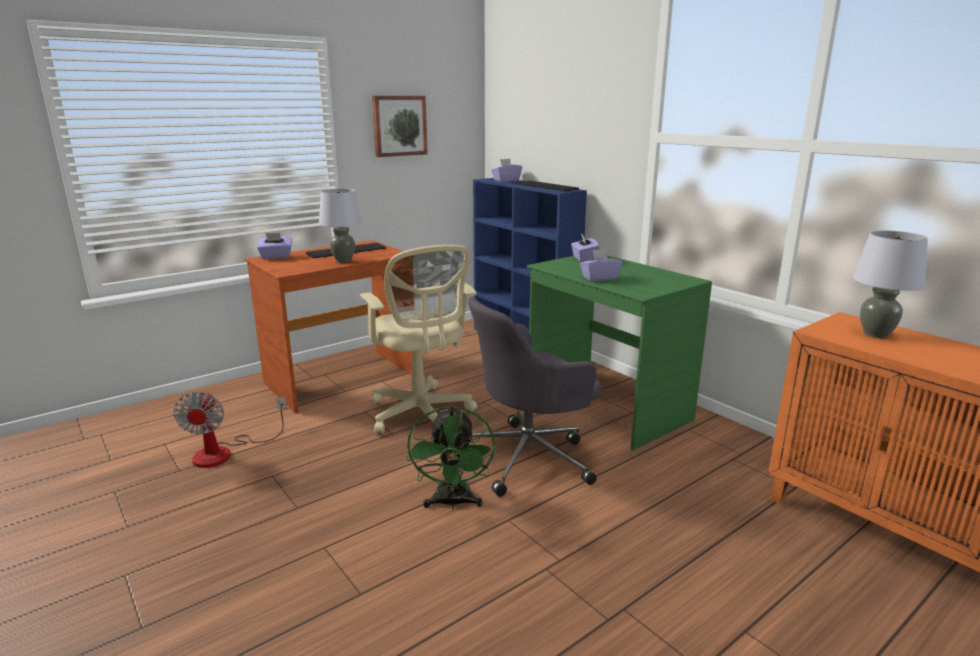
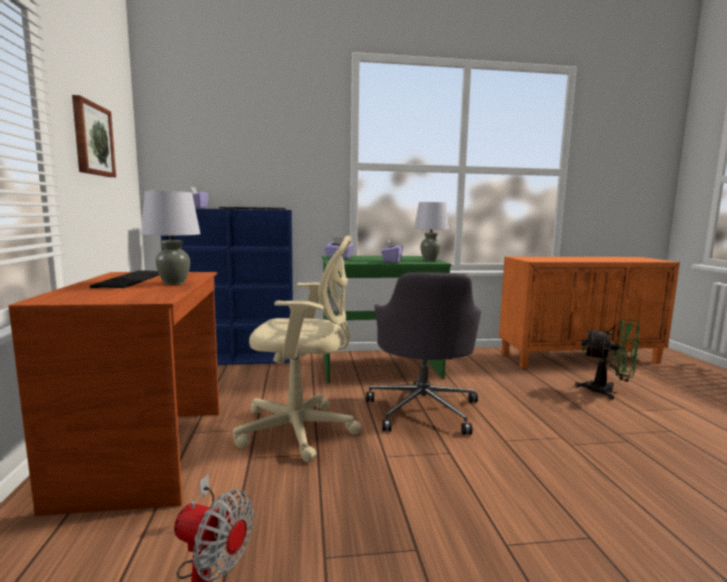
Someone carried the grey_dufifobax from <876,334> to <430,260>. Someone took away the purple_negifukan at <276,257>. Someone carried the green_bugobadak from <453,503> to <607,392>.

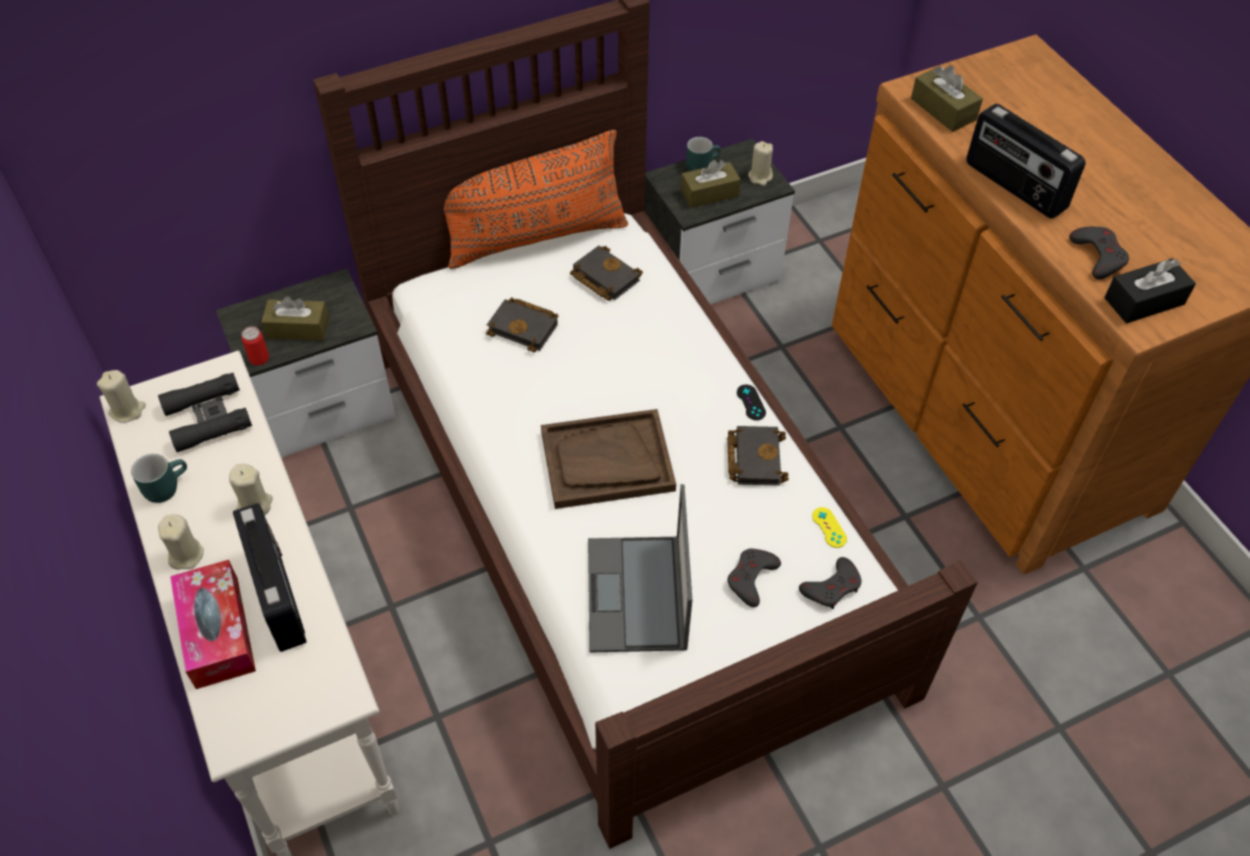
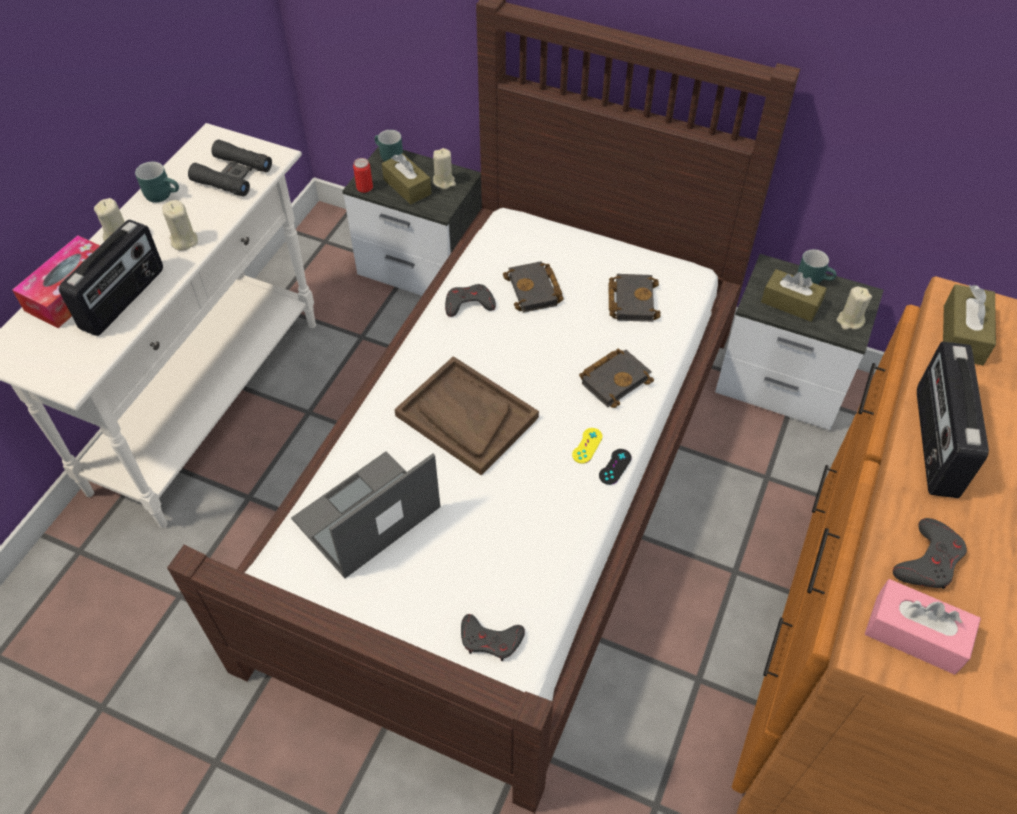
Someone took away the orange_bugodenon at <536,238>. Someone repainted the black_negifukan at <1144,301>, which became the pink_negifukan at <915,634>. Someone carried the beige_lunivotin from <127,410> to <444,181>. Someone carried the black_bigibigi from <754,458> to <615,379>. Someone carried the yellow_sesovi from <829,527> to <587,445>. Someone carried the grey_sesovi from <751,578> to <469,304>. Someone put down the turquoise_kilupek at <388,157>.

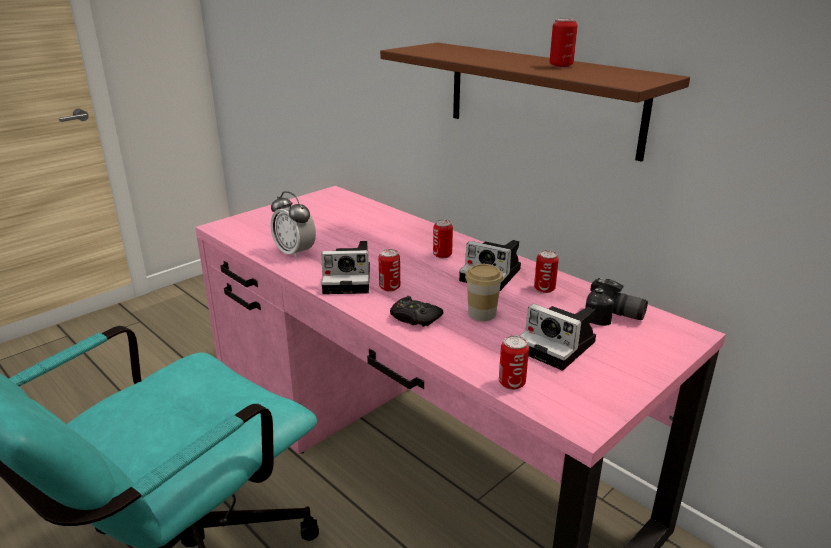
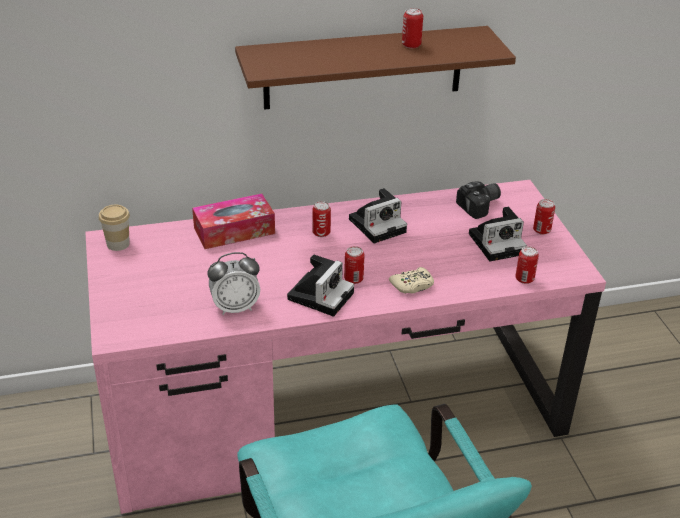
Someone carried the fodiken from <544,289> to <541,230>. Someone carried the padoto from <482,314> to <118,244>. Someone repainted the black_sesovi at <414,318>, which became the beige_sesovi at <412,285>. Someone put down the negifukan at <234,231>.

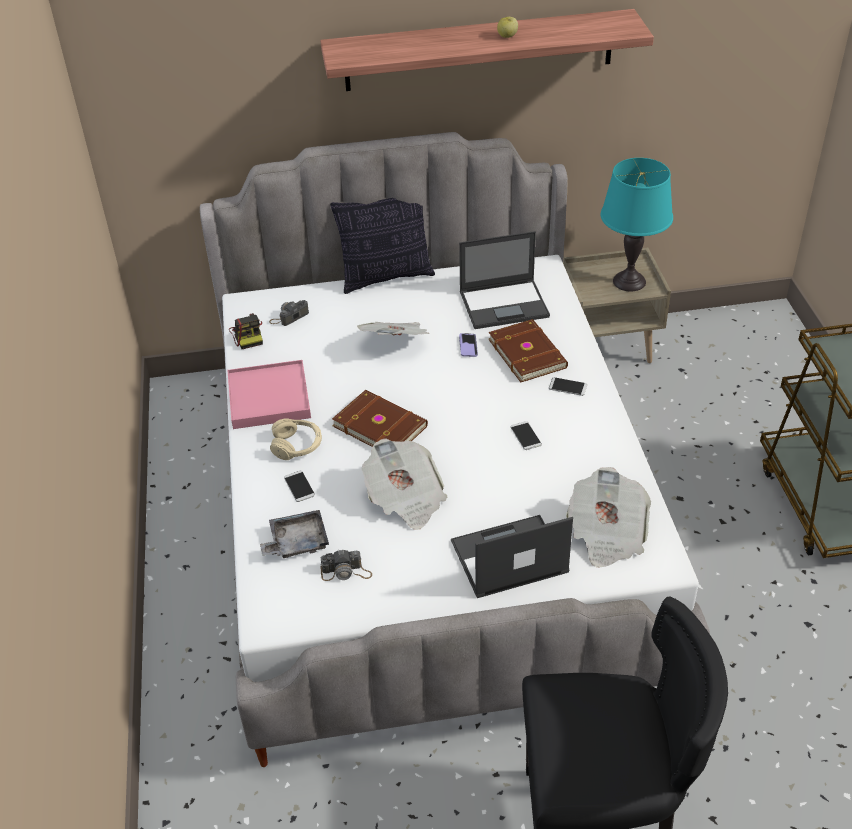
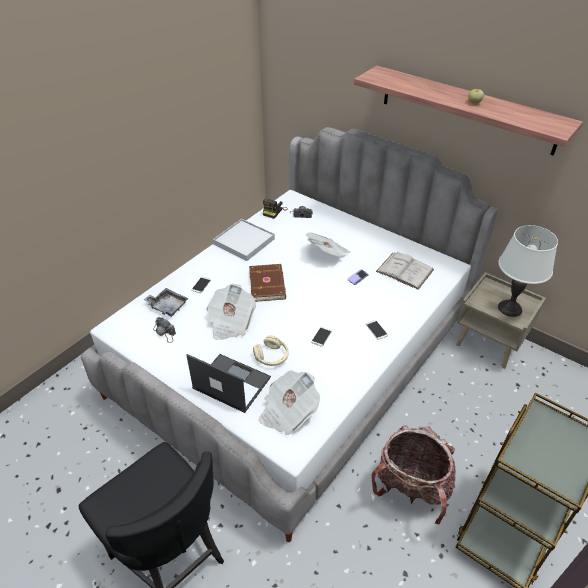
Someone repainted the turquoise_dufifobax at <629,281>, which became the white_dufifobax at <510,308>. Someone took away the bugodenon at <386,277>. Someone swapped the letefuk at <505,304> for the white_bigibigi at <404,270>. Someone took away the brown_bigibigi at <528,353>. Someone repainted the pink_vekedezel at <269,398>, which became the white_vekedezel at <244,242>. Someone carried the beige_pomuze from <297,445> to <271,356>. Someone put down the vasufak at <411,488>.

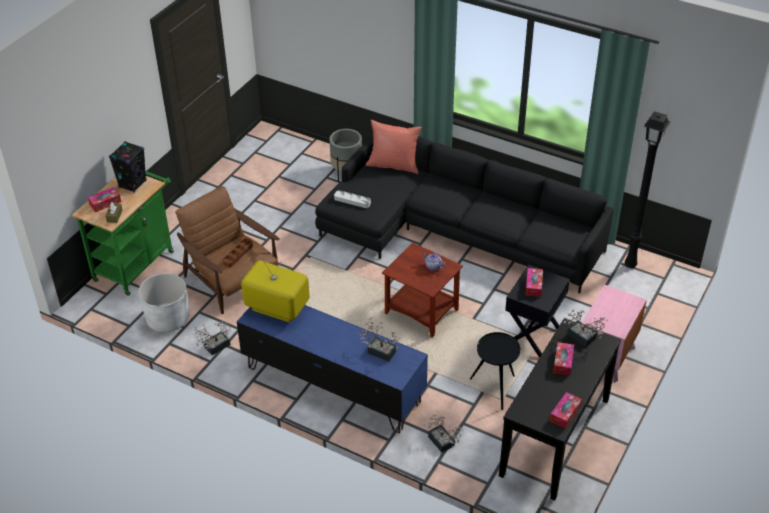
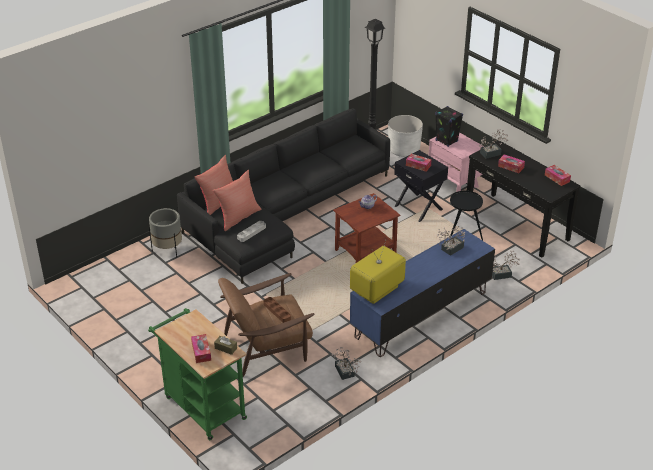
Someone carried the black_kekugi from <132,184> to <446,141>. Someone carried the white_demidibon from <168,319> to <404,150>. Someone put down the red_bugodenon at <238,217>.

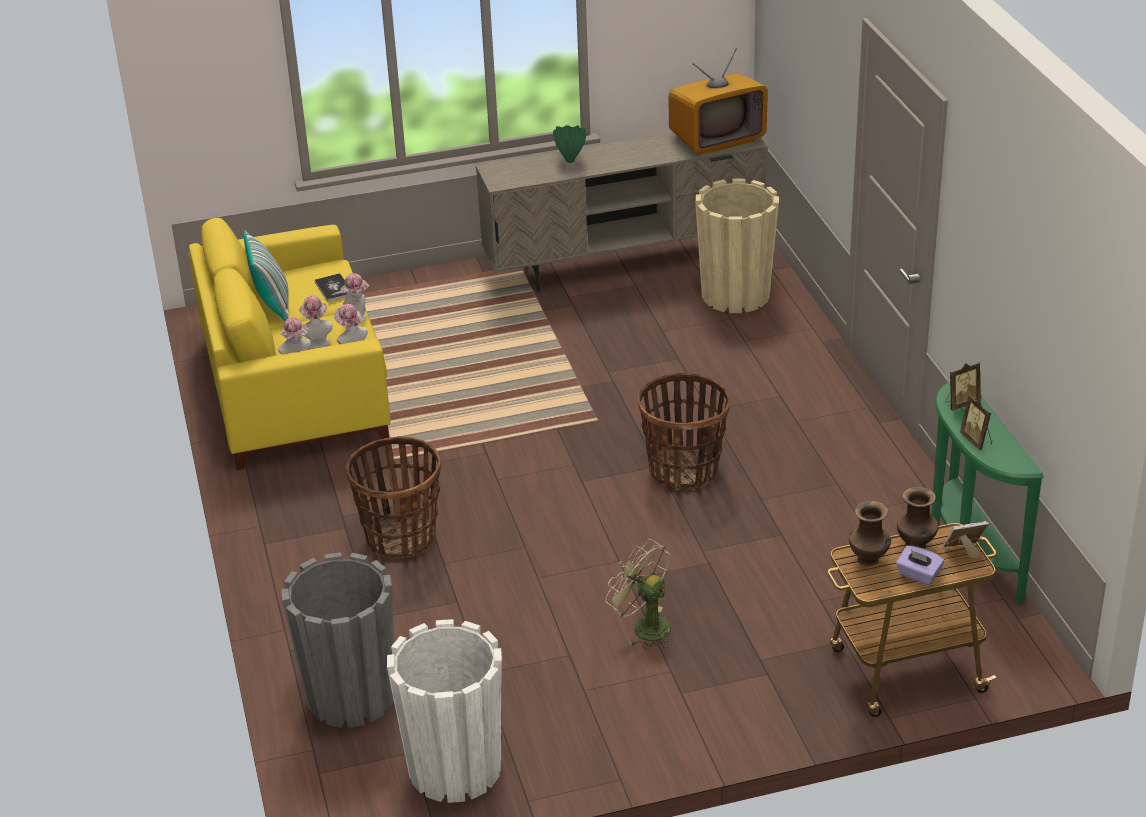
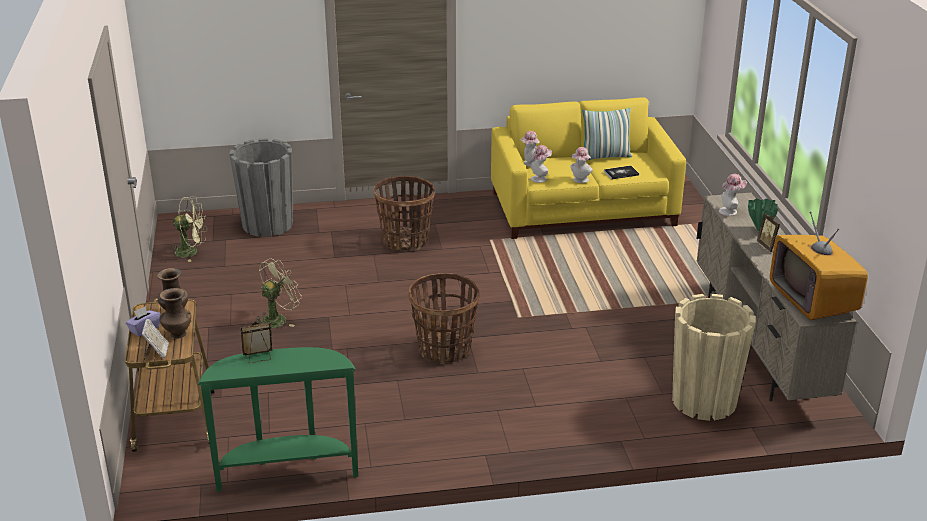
Someone carried the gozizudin from <317,341> to <730,211>. Someone carried the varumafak from <961,403> to <768,246>. Someone swapped the white_demidibon at <455,769> for the green_bugobadak at <192,252>.

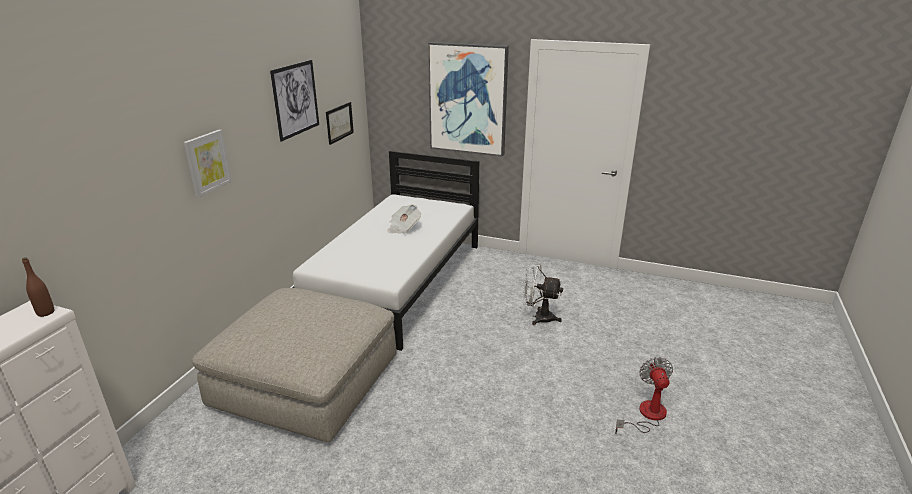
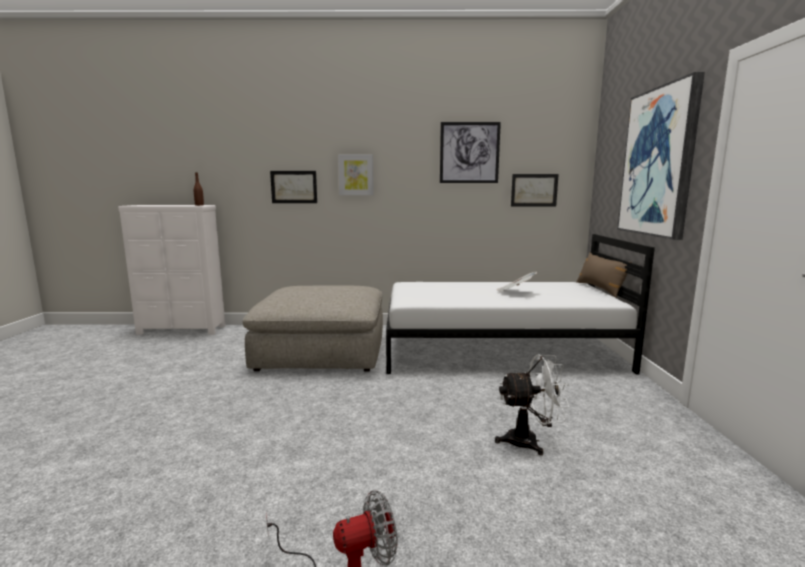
Someone rotated the white_bugobadak at <538,317> by 90 degrees clockwise. Someone put up the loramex at <294,187>. Someone put down the brown_bugodenon at <600,289>.

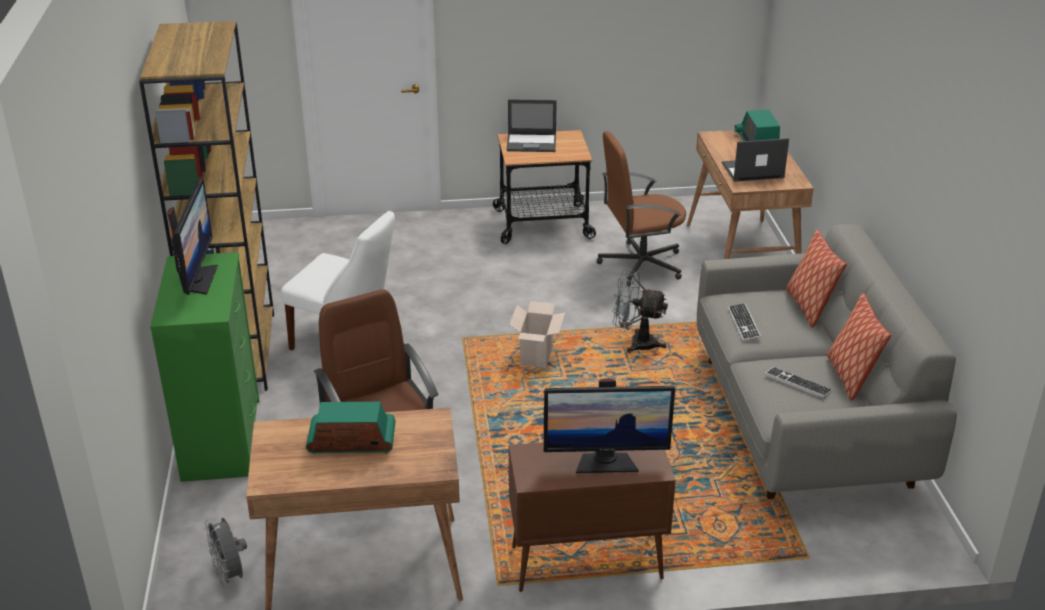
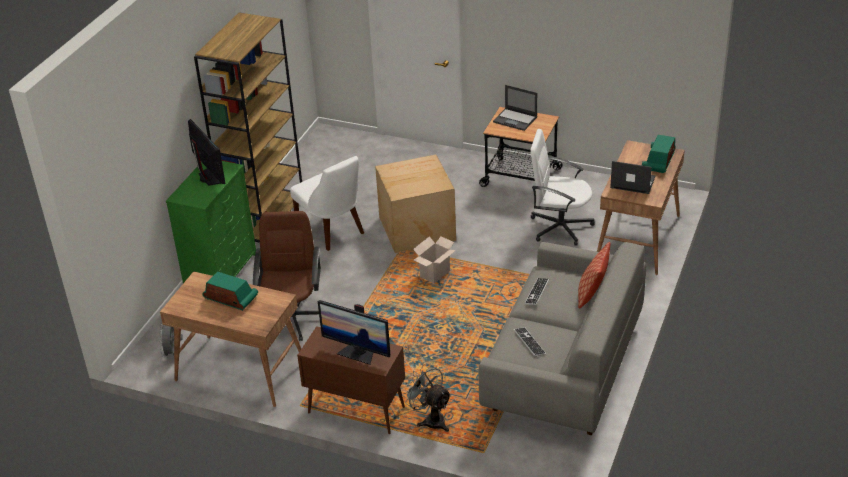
Someone repainted the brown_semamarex at <640,264>, which became the white_semamarex at <559,227>. Someone rotated the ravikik at <198,280> by 60 degrees counterclockwise. Someone carried the grey_bugobadak from <635,343> to <430,419>. Someone took away the bugodenon at <850,377>. Someone put down the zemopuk at <415,228>.

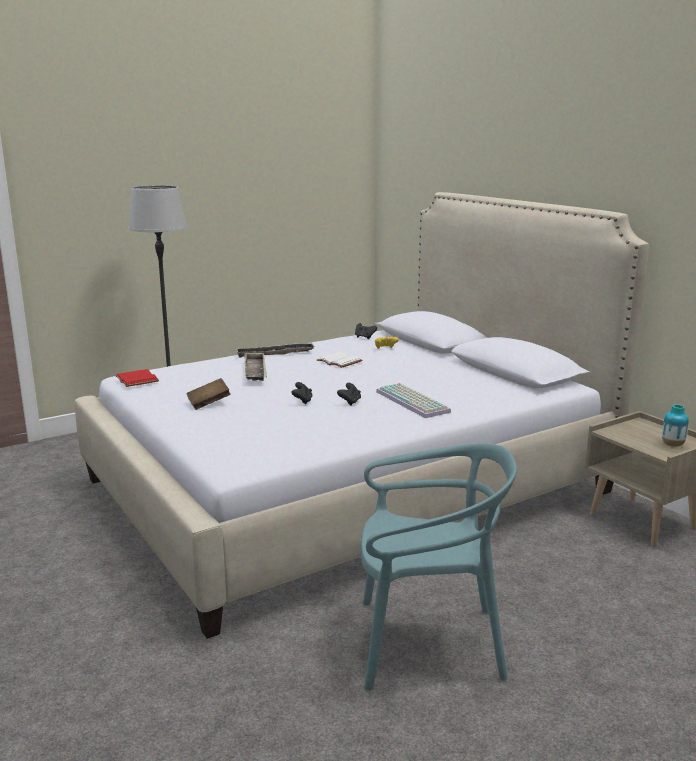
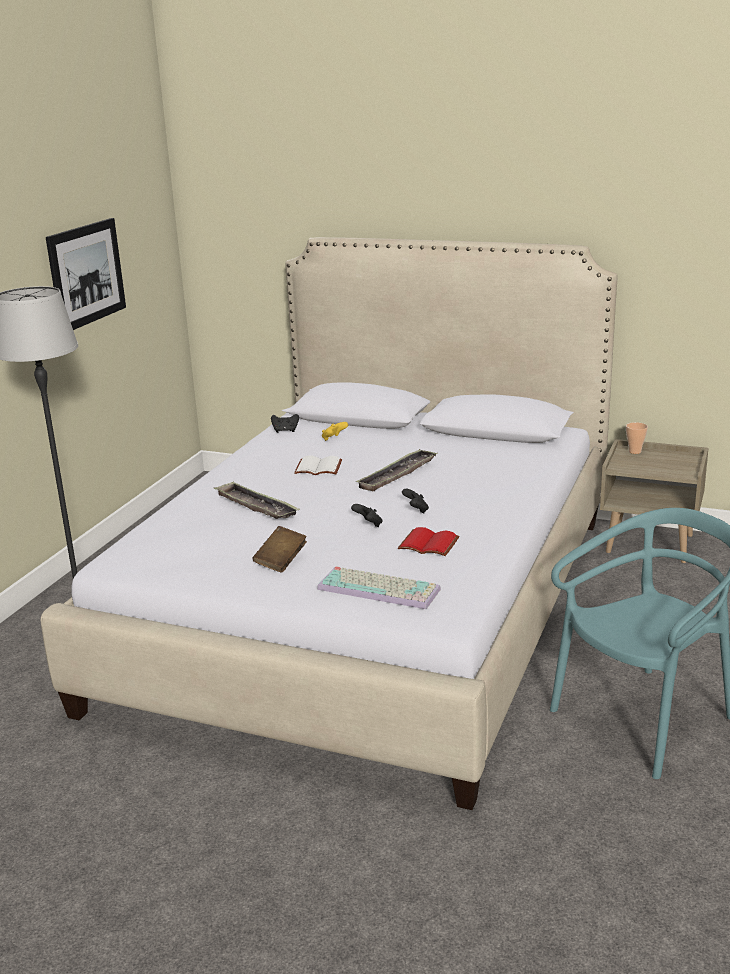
Someone carried the vekedezel from <275,354> to <397,475>. Someone carried the red_bigibigi from <138,380> to <430,544>. Someone carried the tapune from <414,402> to <381,588>. Someone took away the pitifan at <672,445>. Someone put up the loramex at <86,274>. Someone put down the padoto at <635,451>.

